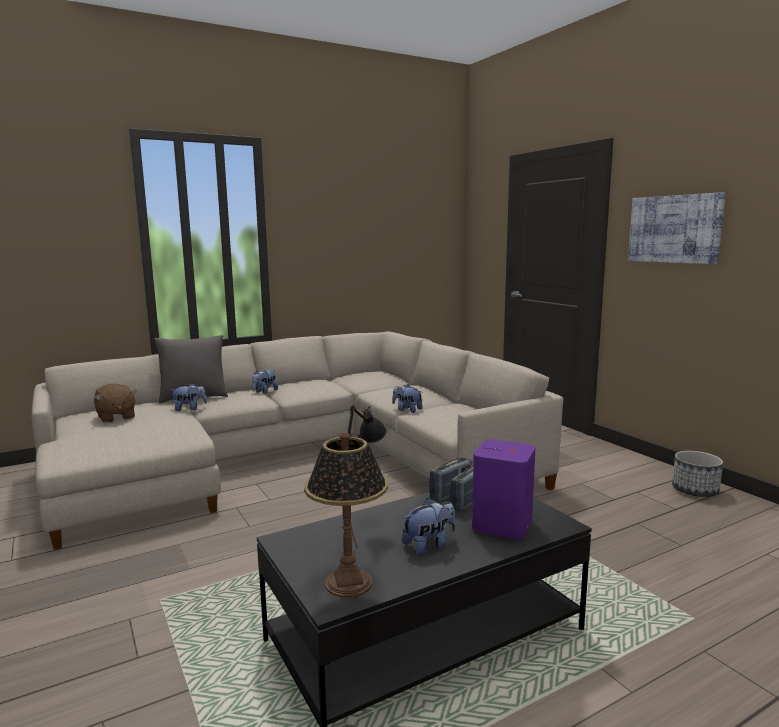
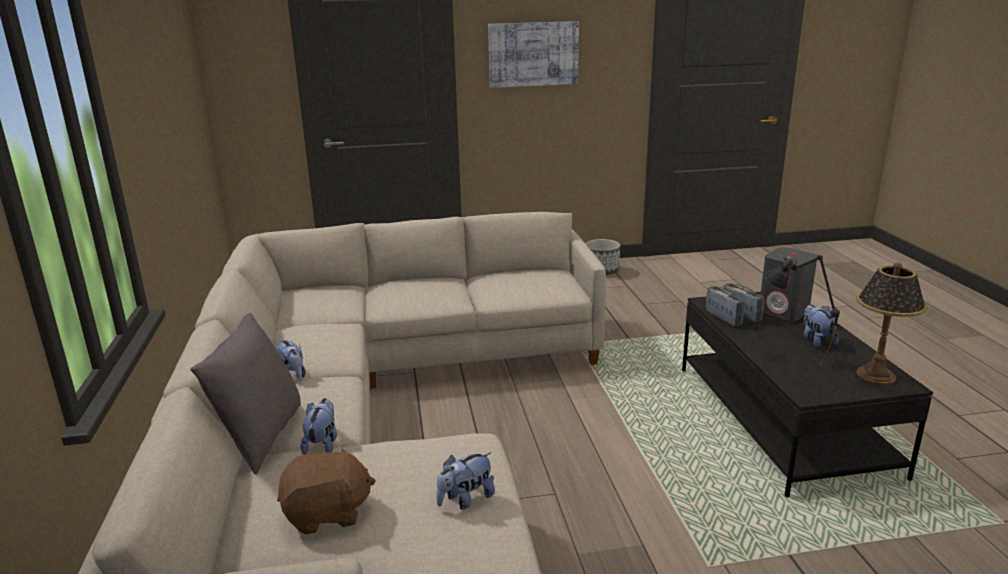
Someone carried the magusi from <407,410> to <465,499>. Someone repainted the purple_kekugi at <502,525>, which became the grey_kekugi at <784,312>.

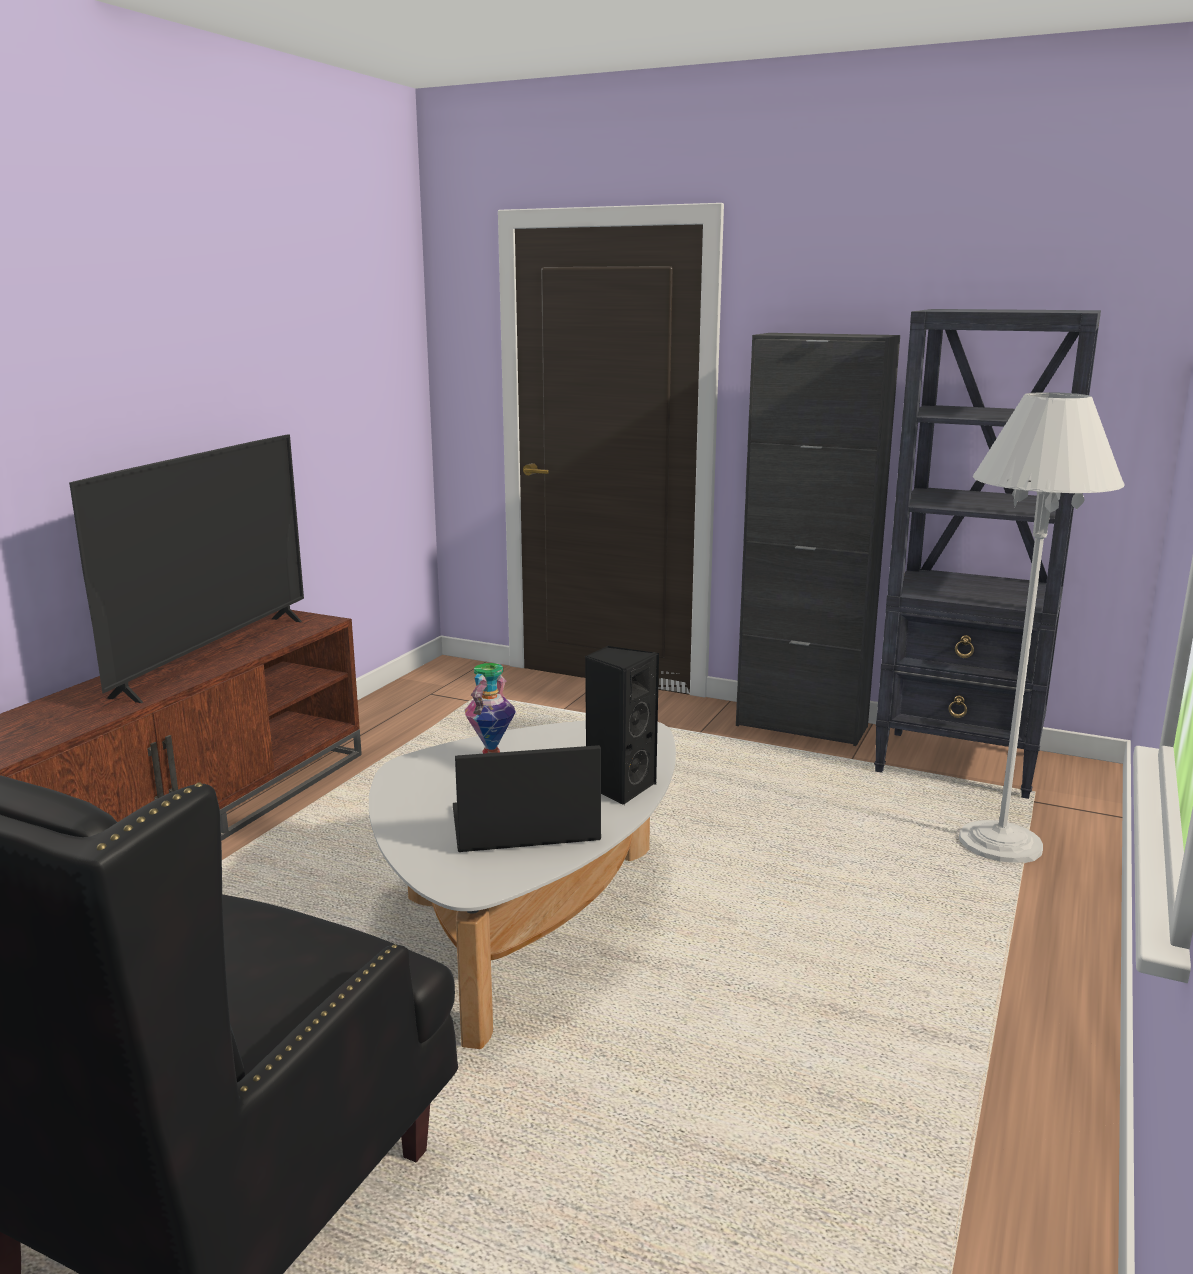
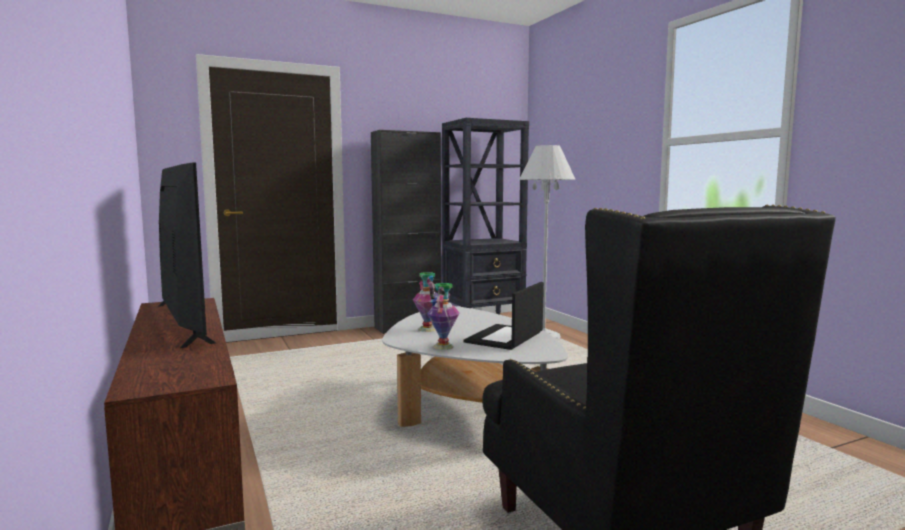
Someone took away the black_kekugi at <619,787>. Someone put down the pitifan at <442,346>.

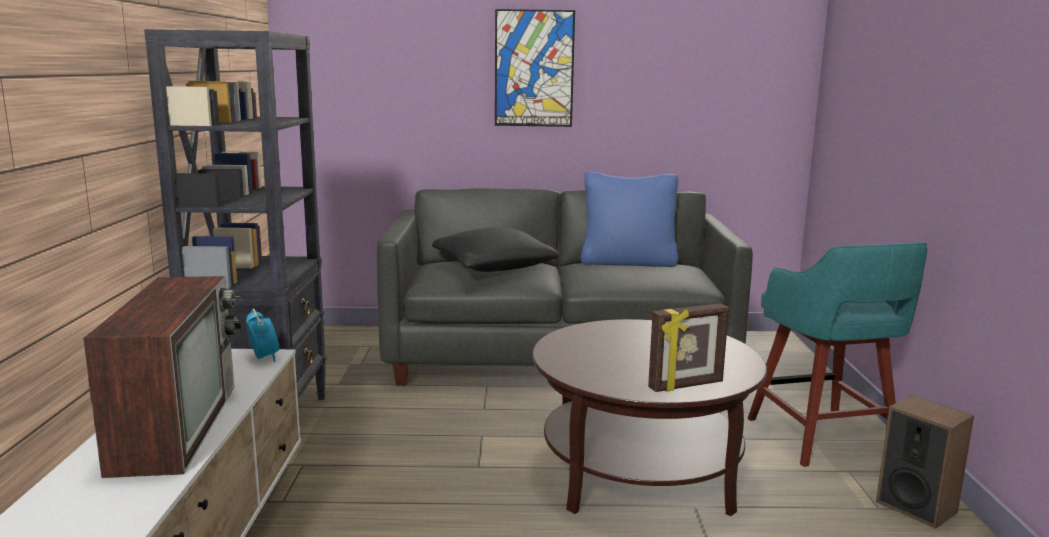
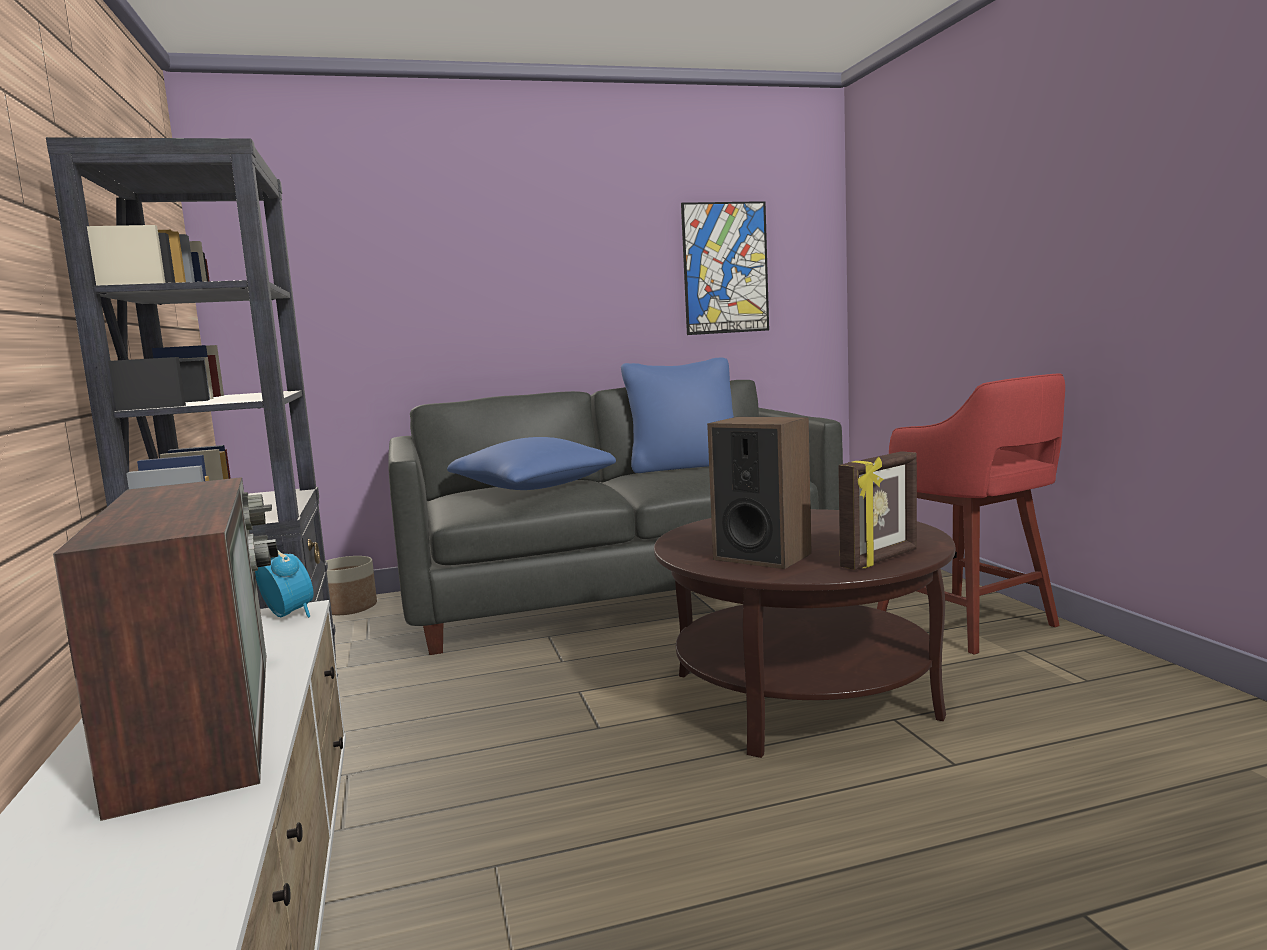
Someone carried the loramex from <534,68> to <725,268>. Someone repainted the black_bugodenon at <493,267>, which became the blue_bugodenon at <533,487>. Someone repainted the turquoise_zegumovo at <823,438>, which became the red_zegumovo at <969,624>. Someone carried the kekugi from <916,507> to <762,556>. Someone put down the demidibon at <349,607>.

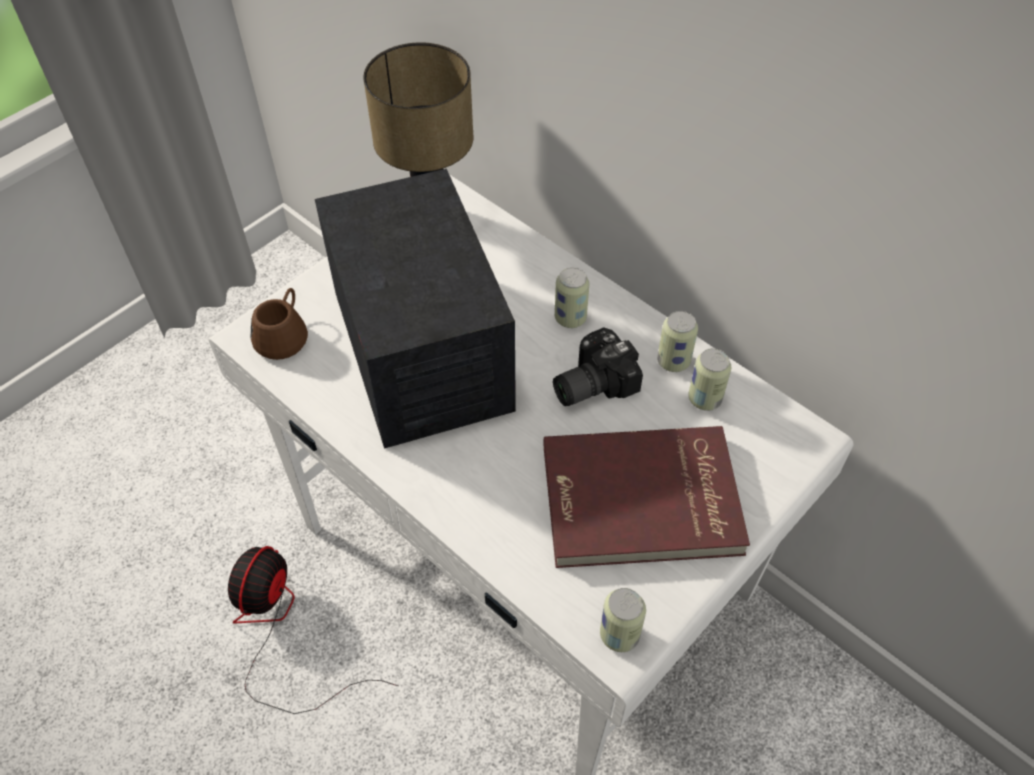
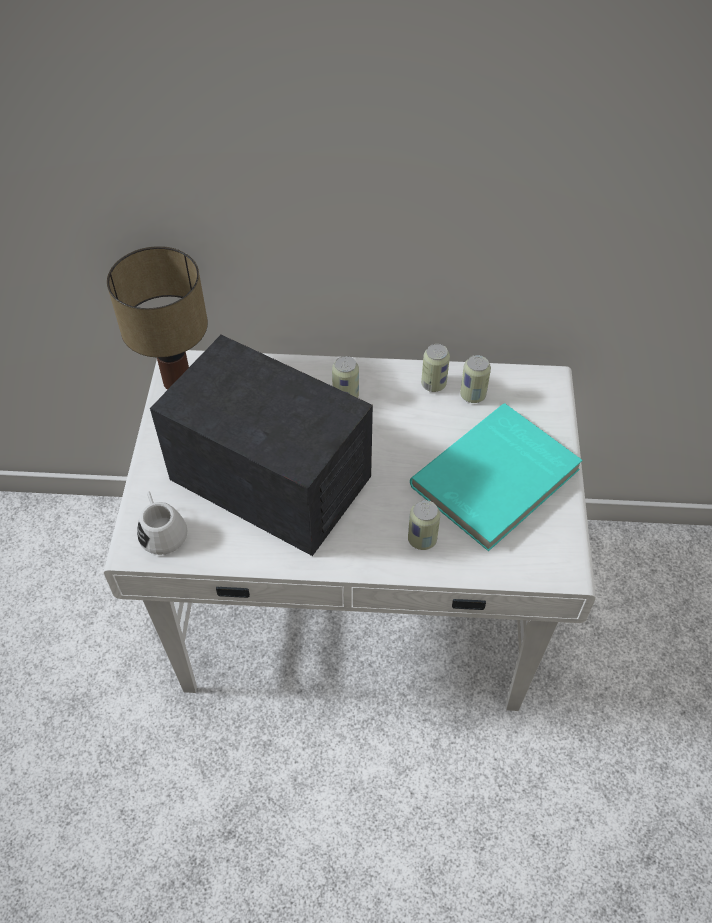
Someone repainted the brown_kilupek at <284,334>, which became the white_kilupek at <161,530>. Someone took away the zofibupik at <590,382>. Someone repainted the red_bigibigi at <641,503>, which became the turquoise_bigibigi at <497,480>. Someone took away the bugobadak at <281,631>. Someone carried the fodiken from <619,635> to <422,539>.

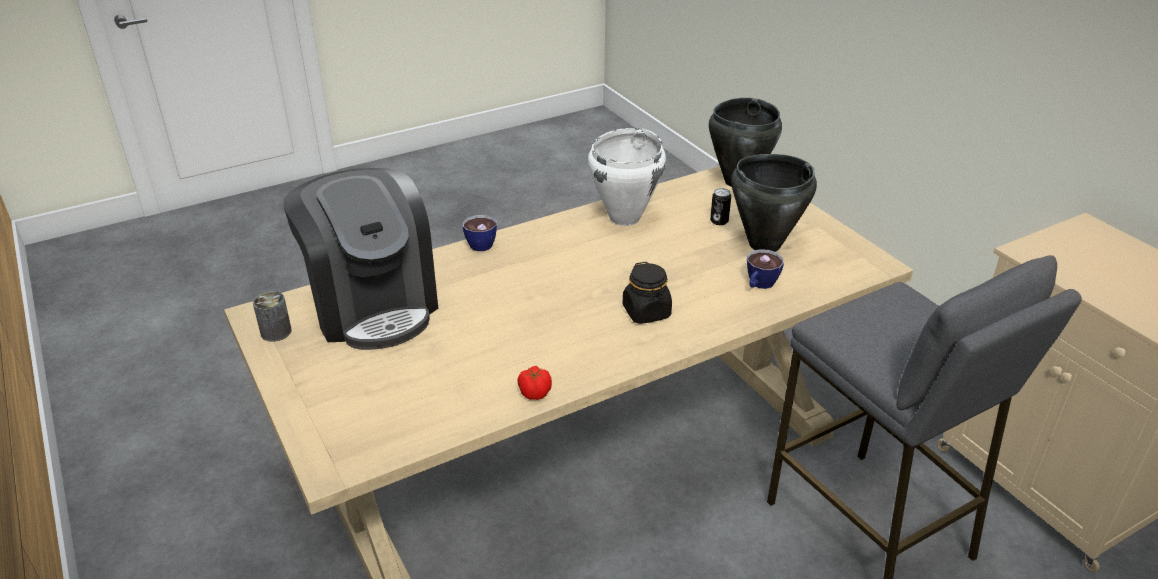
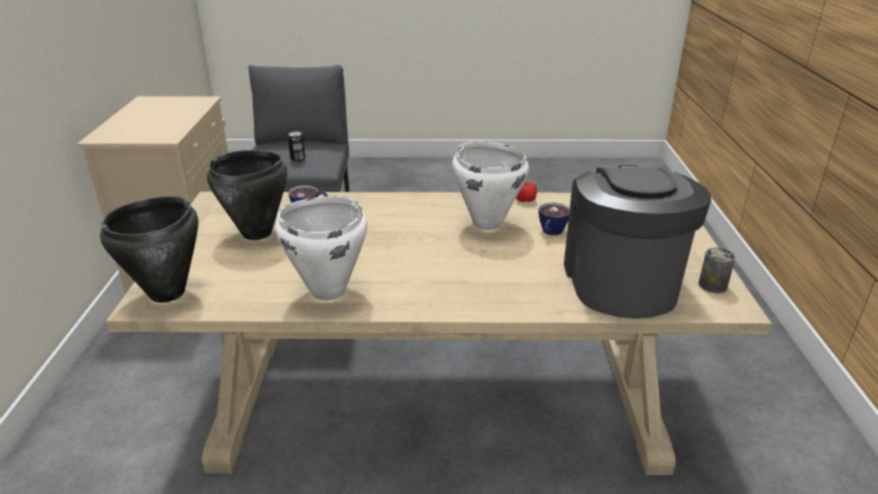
Someone carried the fodiken from <719,221> to <297,159>. Someone carried the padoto from <481,242> to <550,232>. Someone took away the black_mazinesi at <646,312>. Someone put down the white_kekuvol at <487,223>.

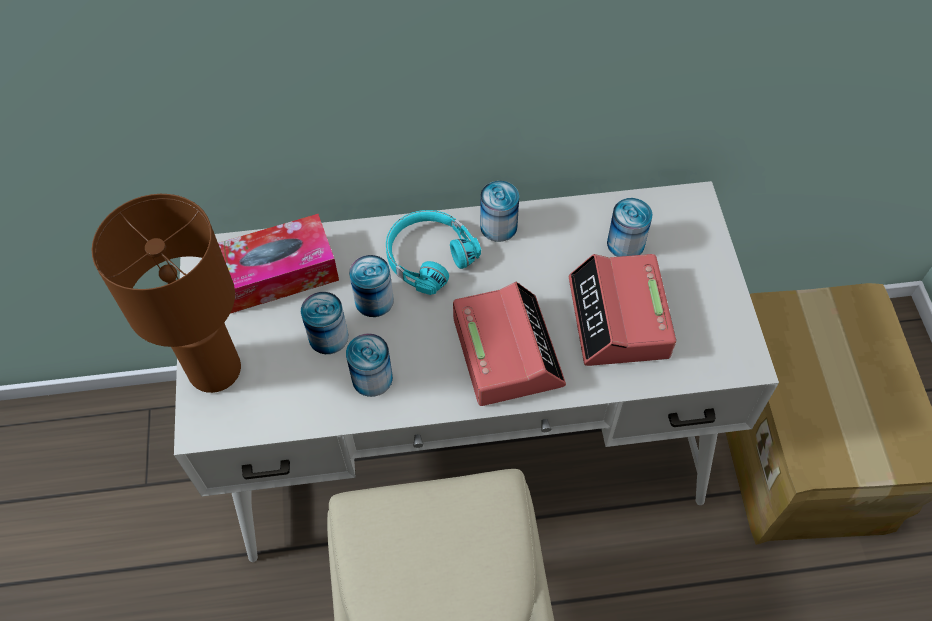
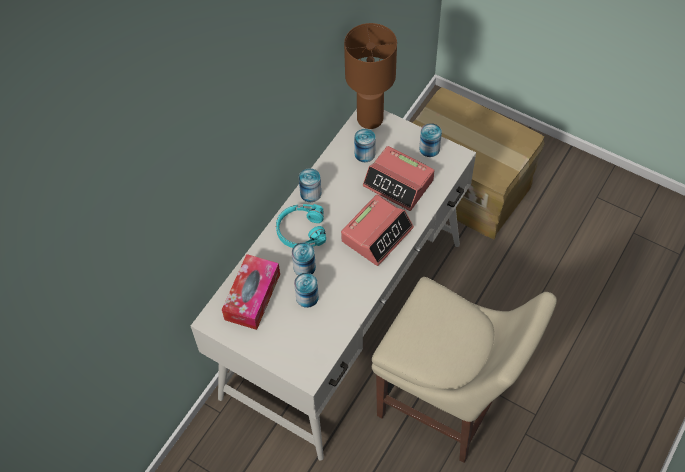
Someone carried the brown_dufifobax from <213,370> to <369,119>. Someone rotated the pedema at <507,351> by 105 degrees clockwise. Someone carried the fodiken from <372,378> to <429,148>.

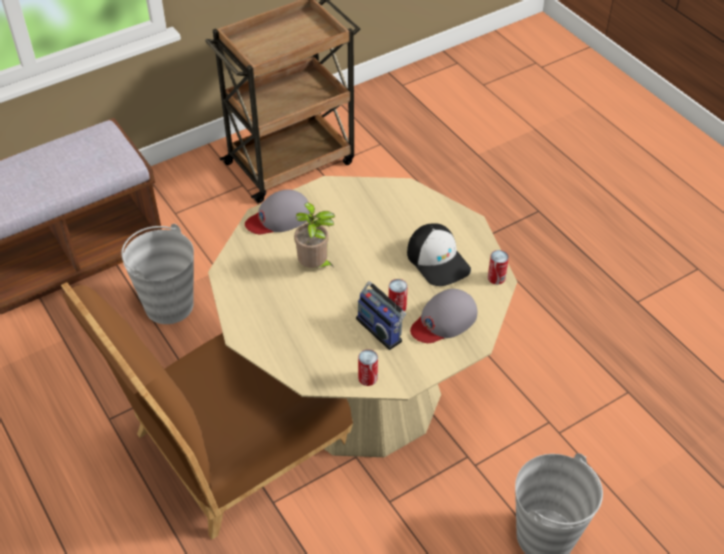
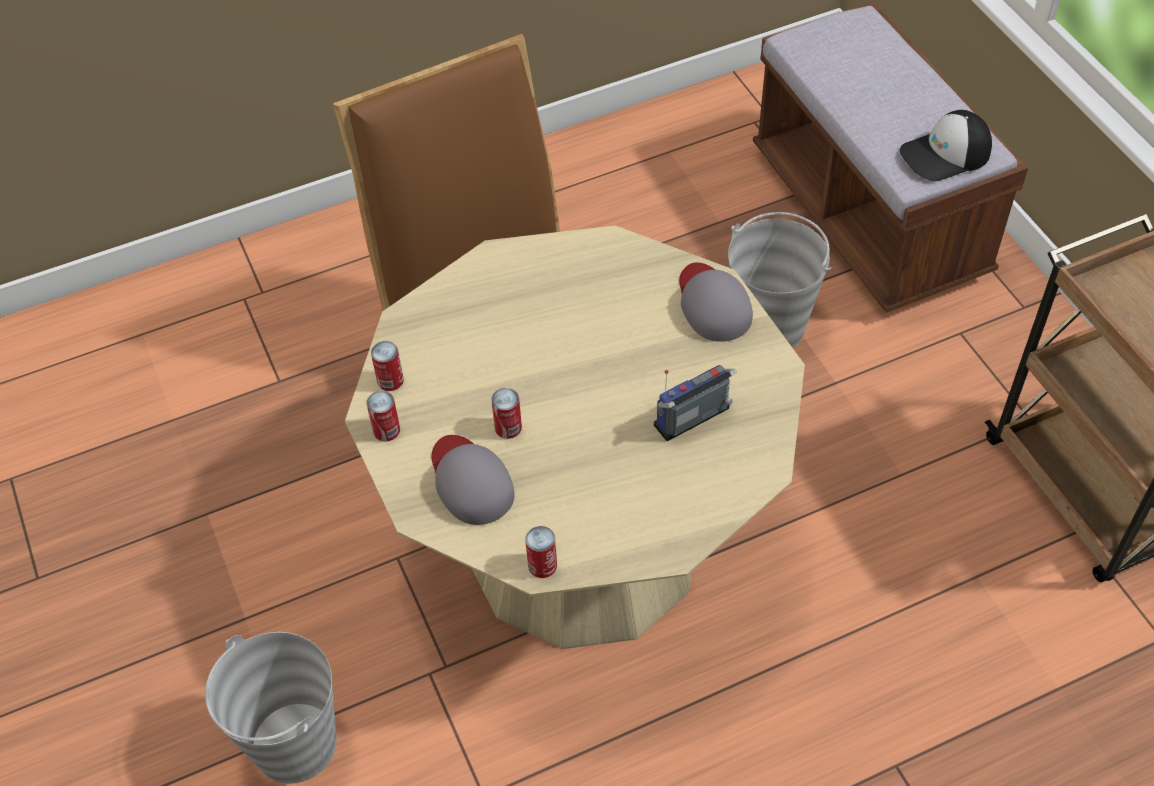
Someone took away the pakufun at <315,266>. Someone carried the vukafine from <438,260> to <945,154>. Someone carried the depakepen from <381,328> to <694,420>. Someone put down the fodiken at <386,430>.

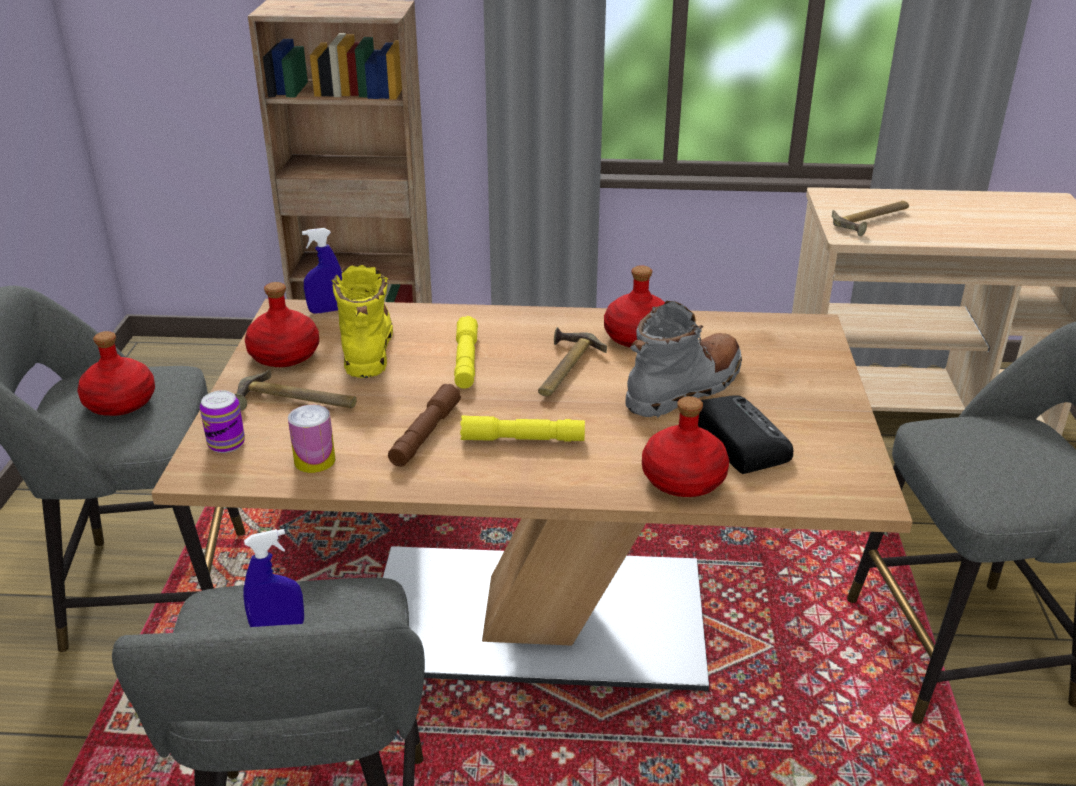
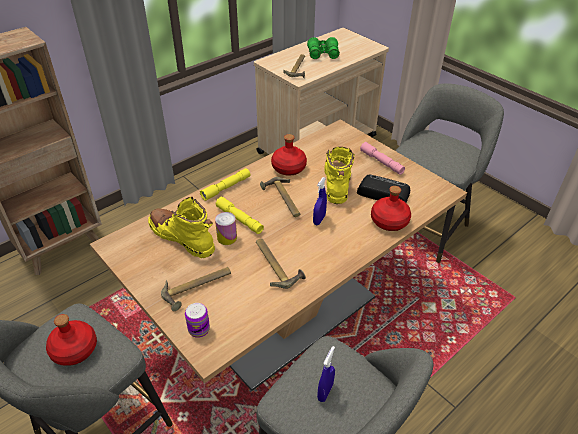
Someone carried the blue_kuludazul from <326,310> to <319,220>. Someone took away the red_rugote at <285,355>. Someone repainted the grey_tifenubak at <685,388>, which became the yellow_tifenubak at <337,182>. Someone swapped the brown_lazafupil at <425,434> for the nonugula at <276,264>. Someone carried the fodiken from <314,460> to <227,238>. Someone carried the yellow_lazafupil from <523,439> to <226,188>. Someone put down the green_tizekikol at <323,54>. Someone put down the pink_lazafupil at <381,162>.

